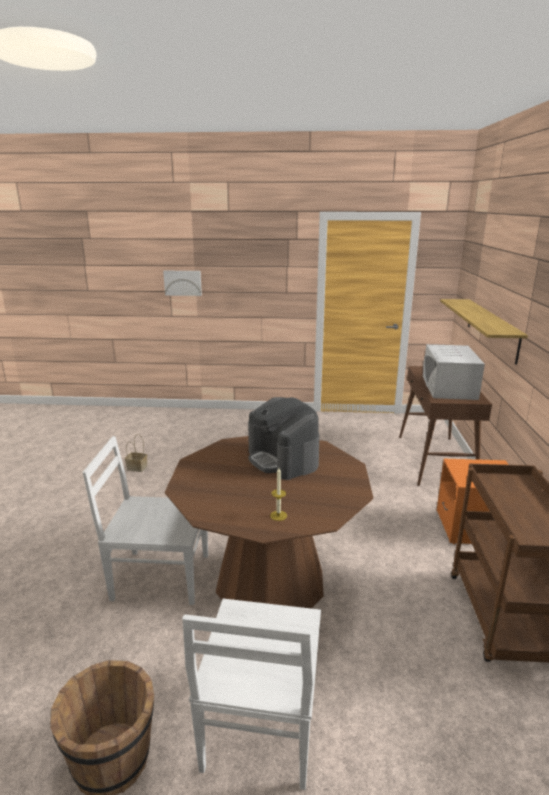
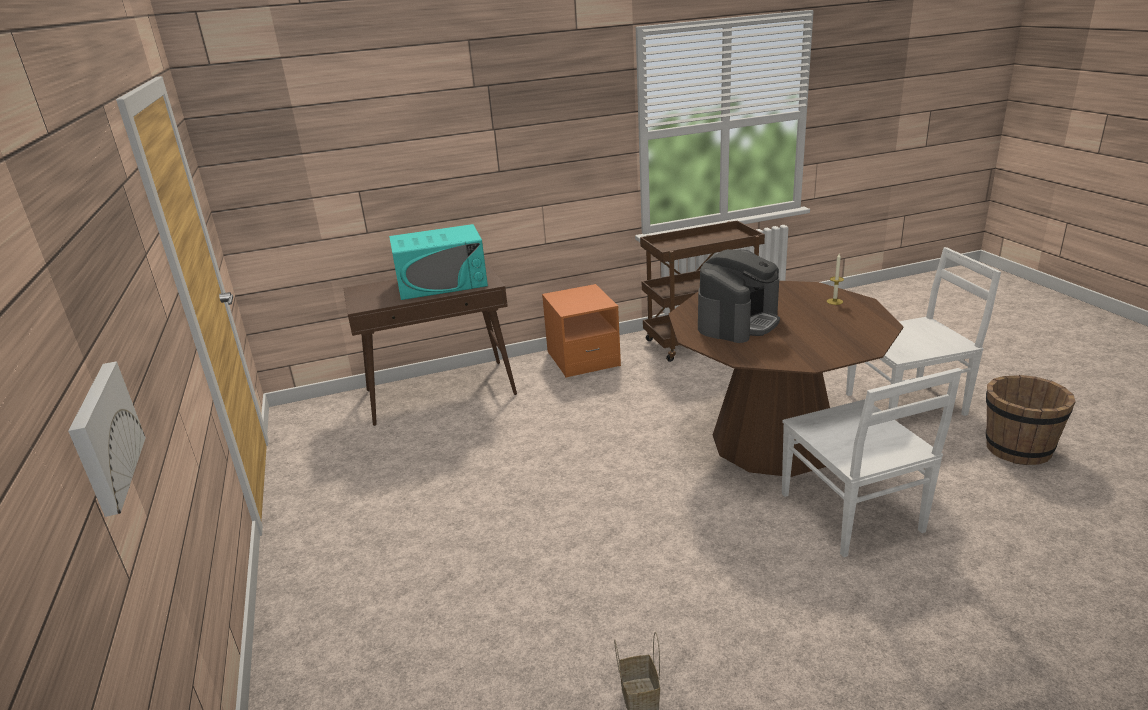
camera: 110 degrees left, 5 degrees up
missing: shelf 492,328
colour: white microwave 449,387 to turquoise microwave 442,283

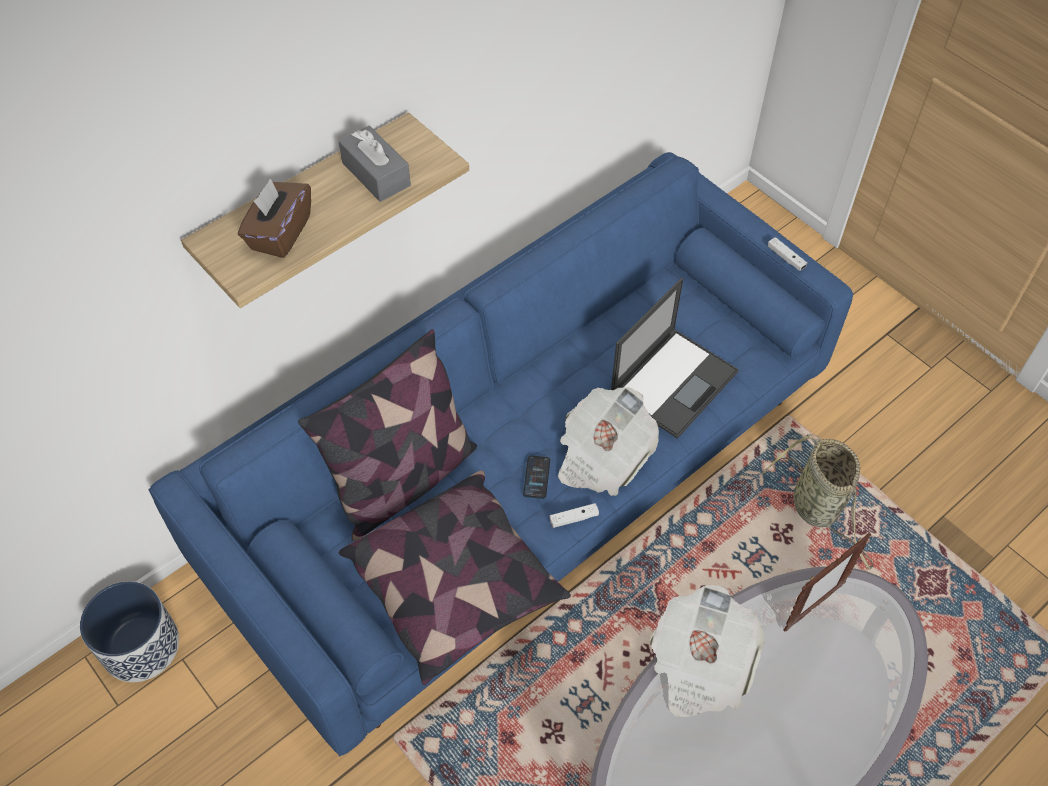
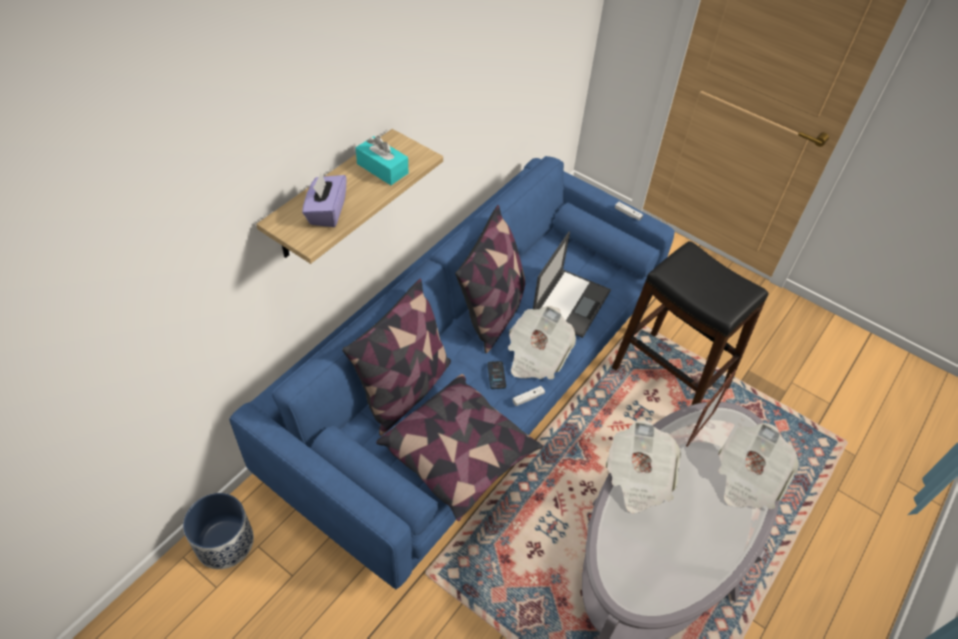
camera: 15 degrees left, 5 degrees down
appeared: pillow 492,312; newspaper 748,478
exchanged: basket 817,510 to black stool 670,378
colour: brown tissue box 280,233 to purple tissue box 326,212; grey tissue box 376,174 to turquoise tissue box 382,168

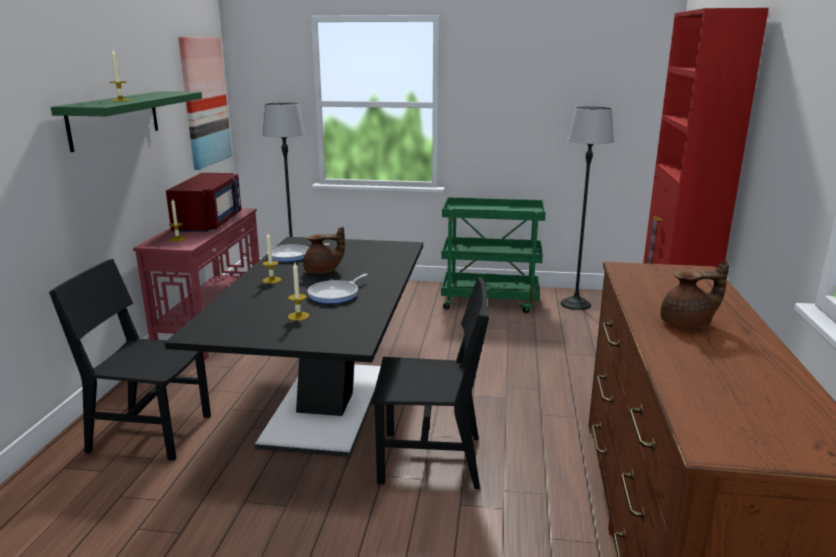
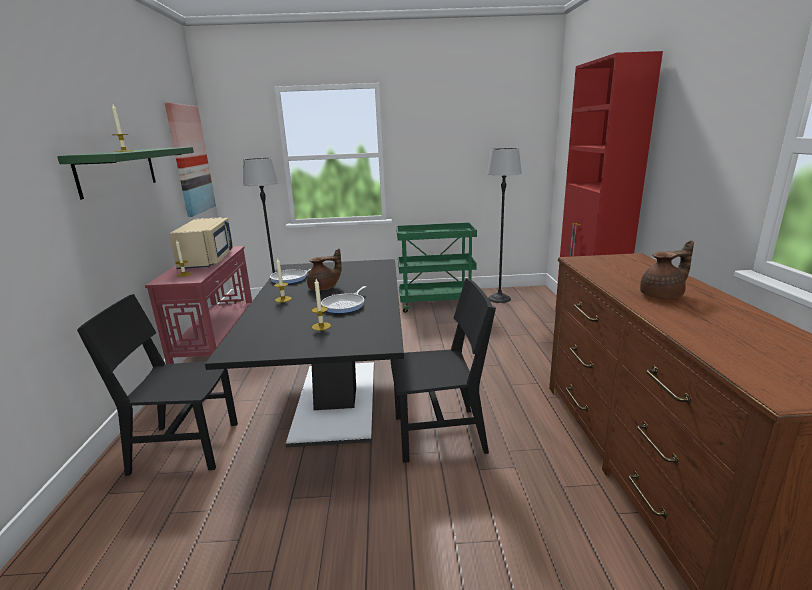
camera: 10 degrees left, 0 degrees up
colour: red microwave 210,223 to beige microwave 208,260

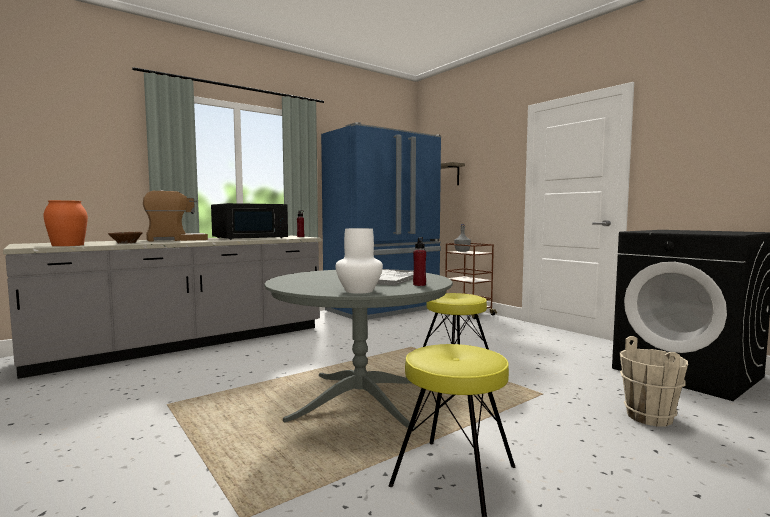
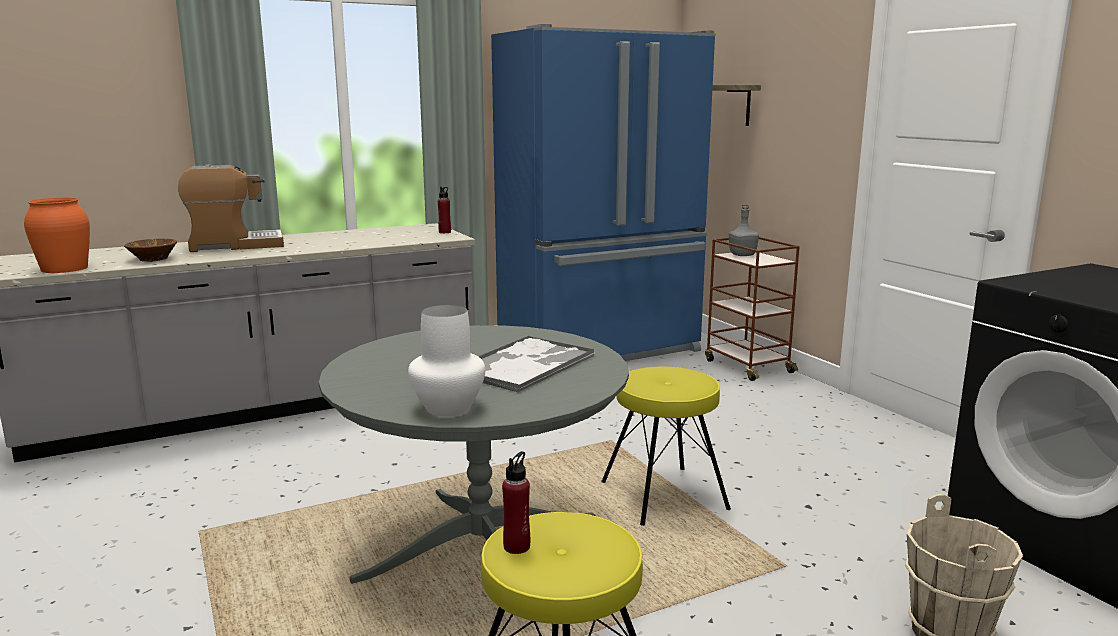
camera: 10 degrees right, 10 degrees up
missing: black microwave 250,238
relocated: red bottle 419,284 to 517,546

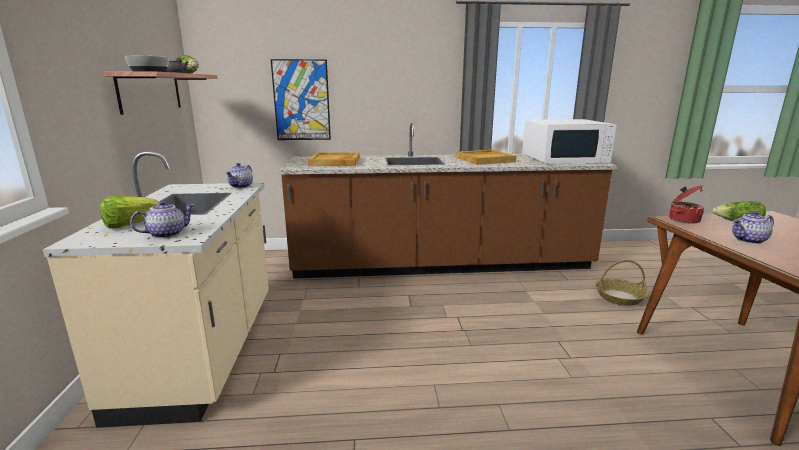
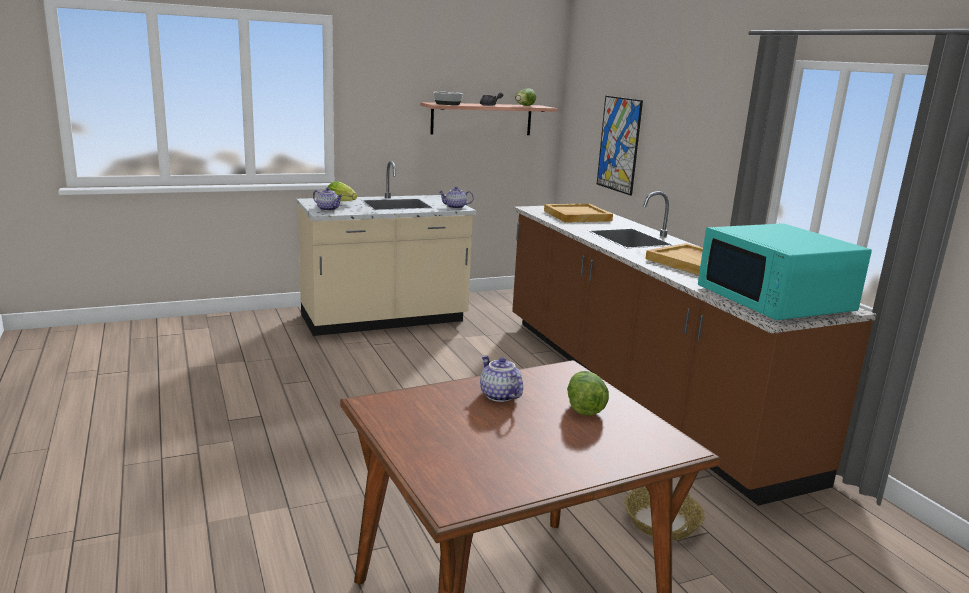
camera: 70 degrees right, 0 degrees up
missing: cooking pot 683,219
colour: white microwave 564,159 to turquoise microwave 775,300

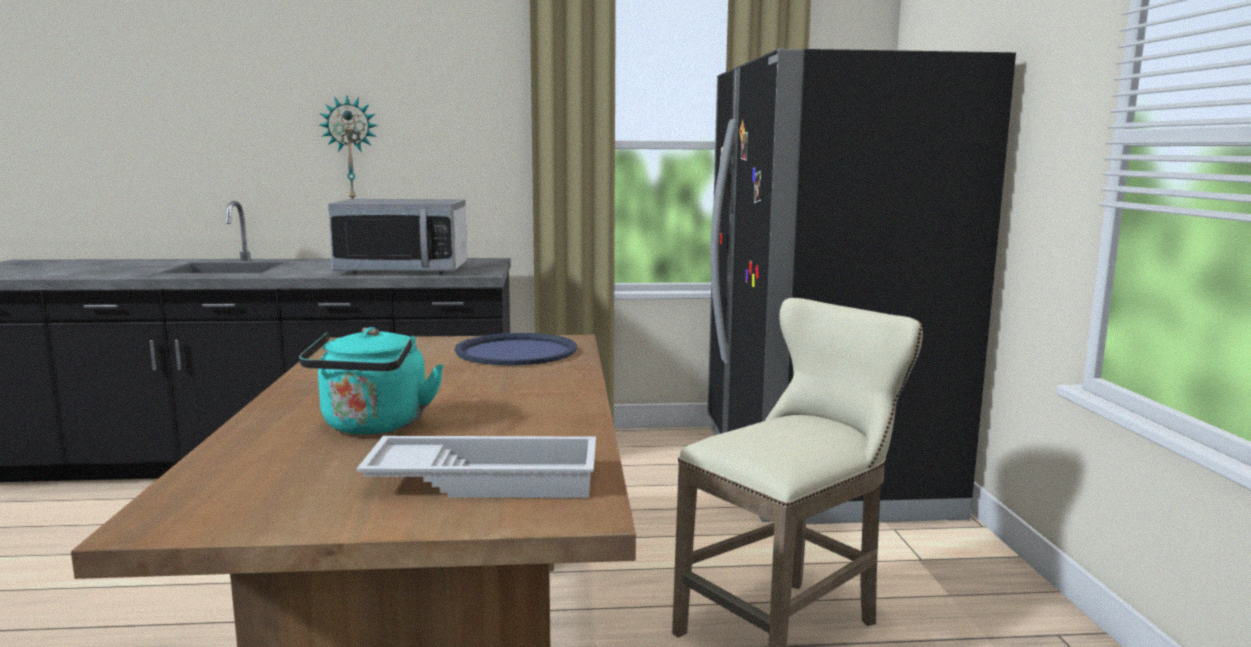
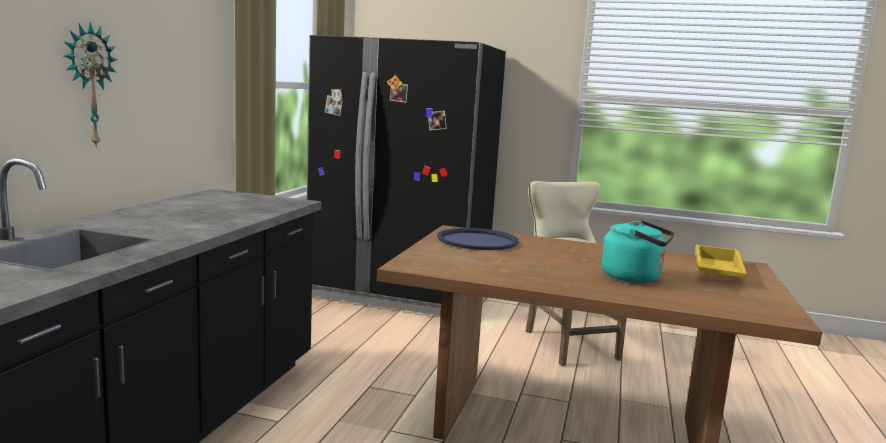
camera: 70 degrees left, 0 degrees up
missing: microwave 403,270
colour: white tray 486,479 to yellow tray 715,270

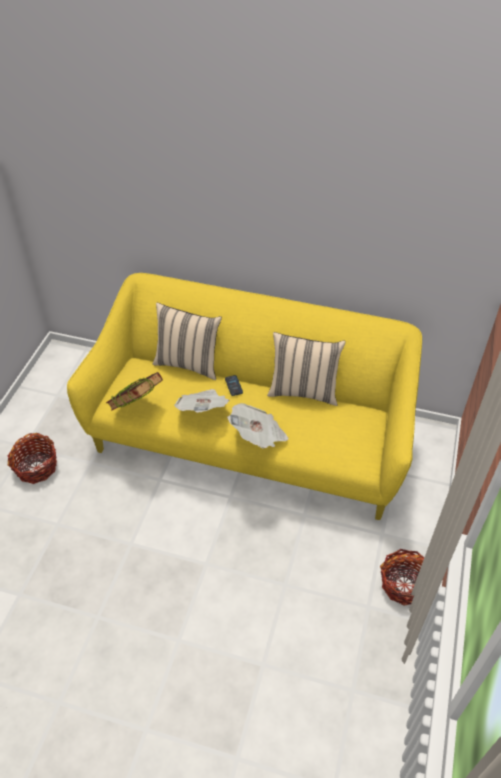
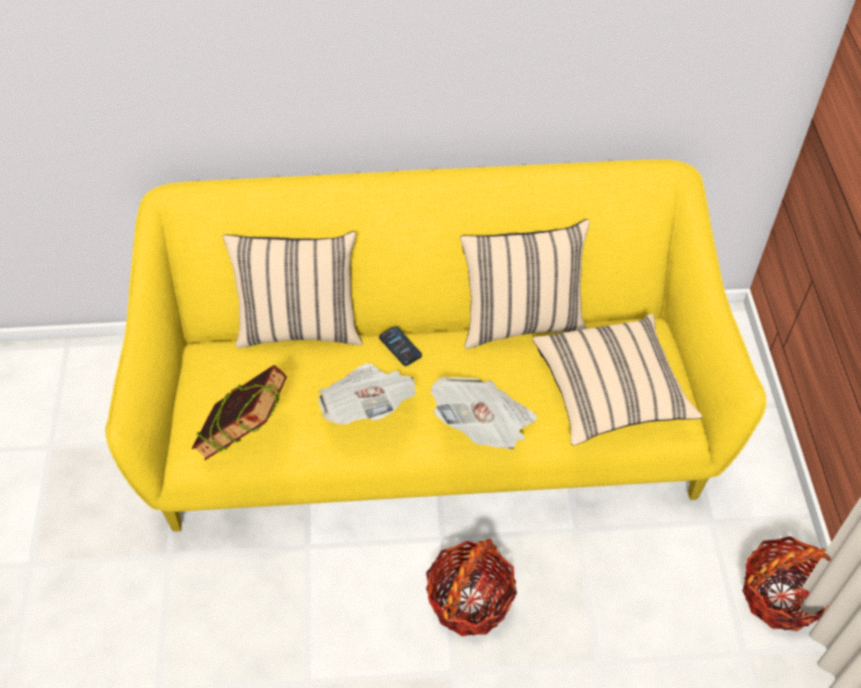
camera: 20 degrees left, 5 degrees up
appeared: beige pillow 610,393
relocated: basket 36,467 to 469,600

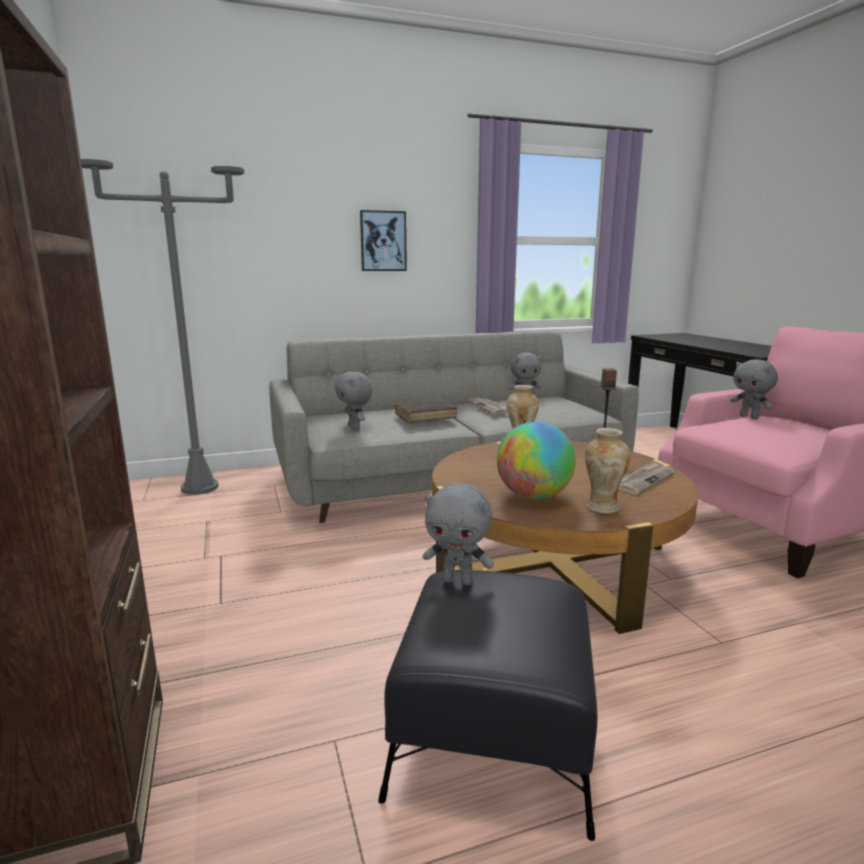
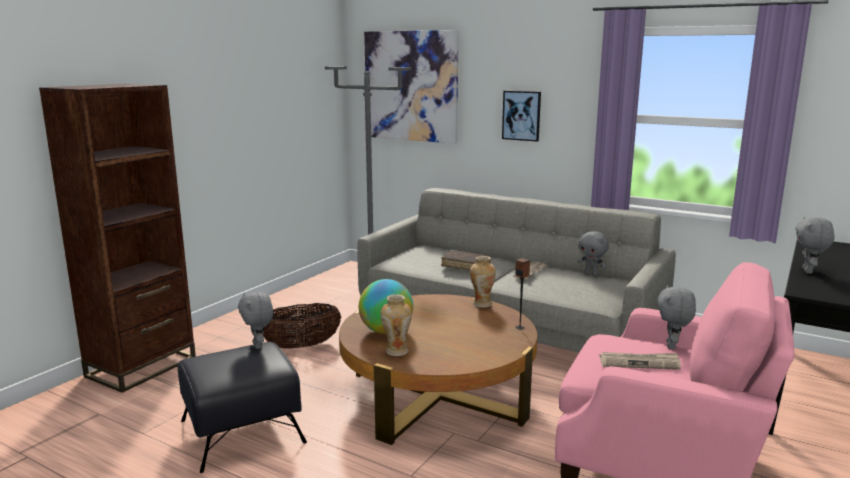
camera: 50 degrees right, 0 degrees up
appeared: basket 302,346; picture 411,86
relocated: grey plush toy 355,427 to 808,271; newspaper 643,480 to 639,362

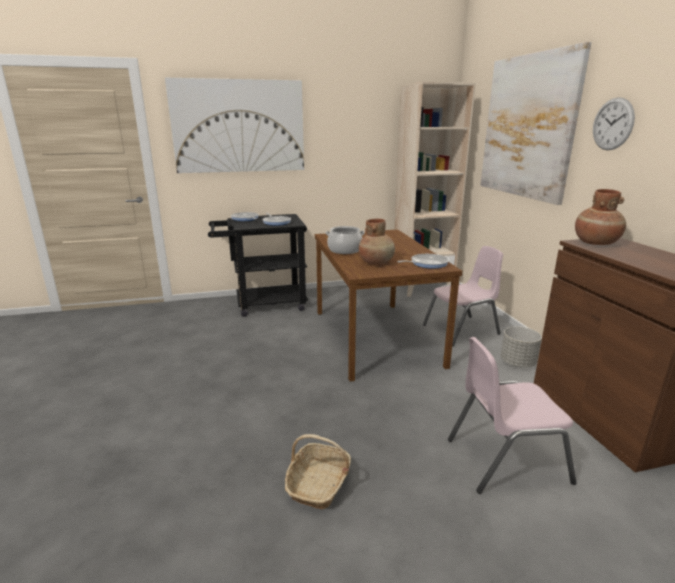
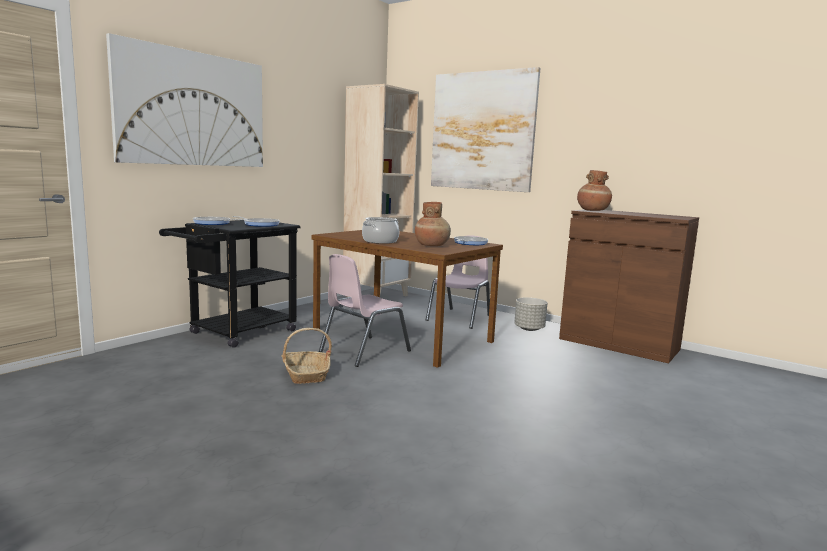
camera: 40 degrees left, 10 degrees down
missing: wall clock 612,124
relocated: basket 319,484 to 306,374; pink chair 505,459 to 364,351

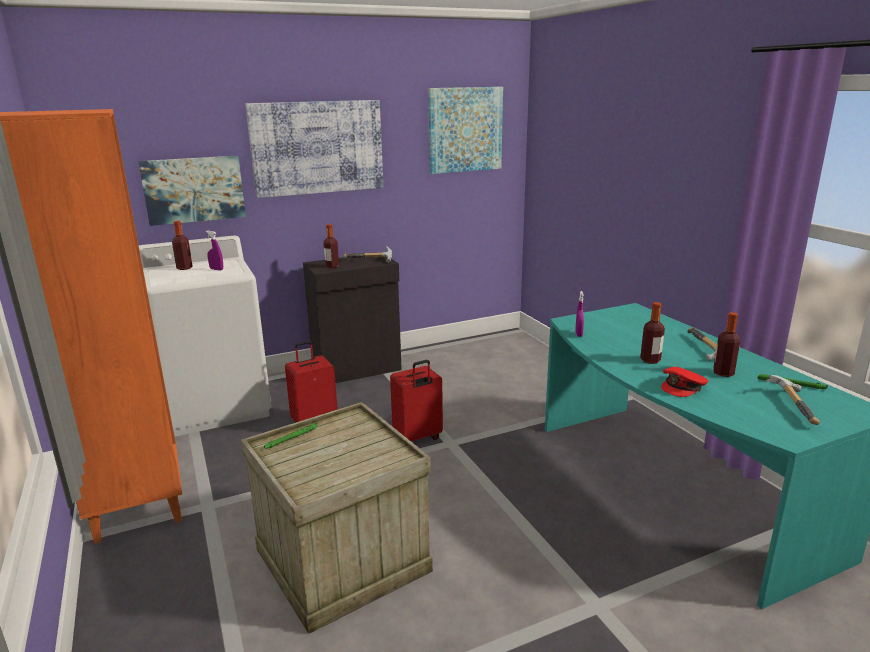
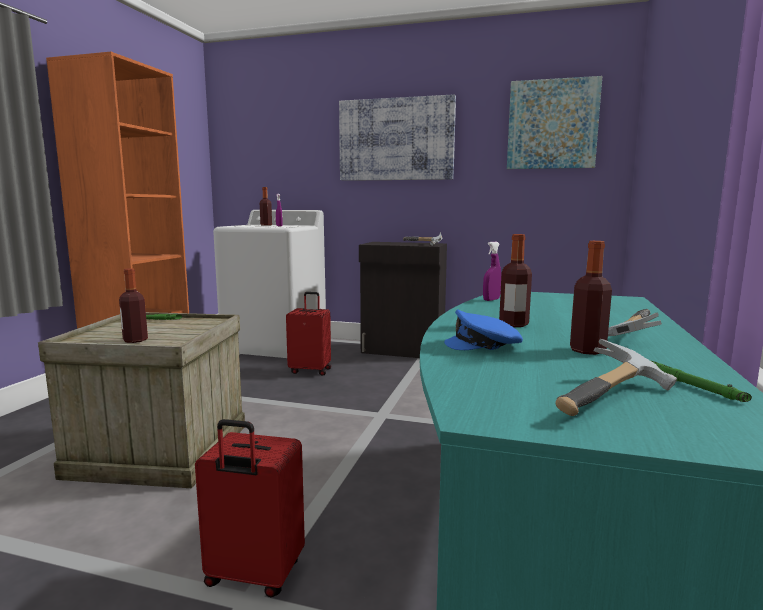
camera: 40 degrees right, 10 degrees down
missing: picture 194,189
relocated: bottle 332,266 to 135,340; red suitcase 417,438 to 253,576
colour: red cap 683,387 to blue cap 485,345

